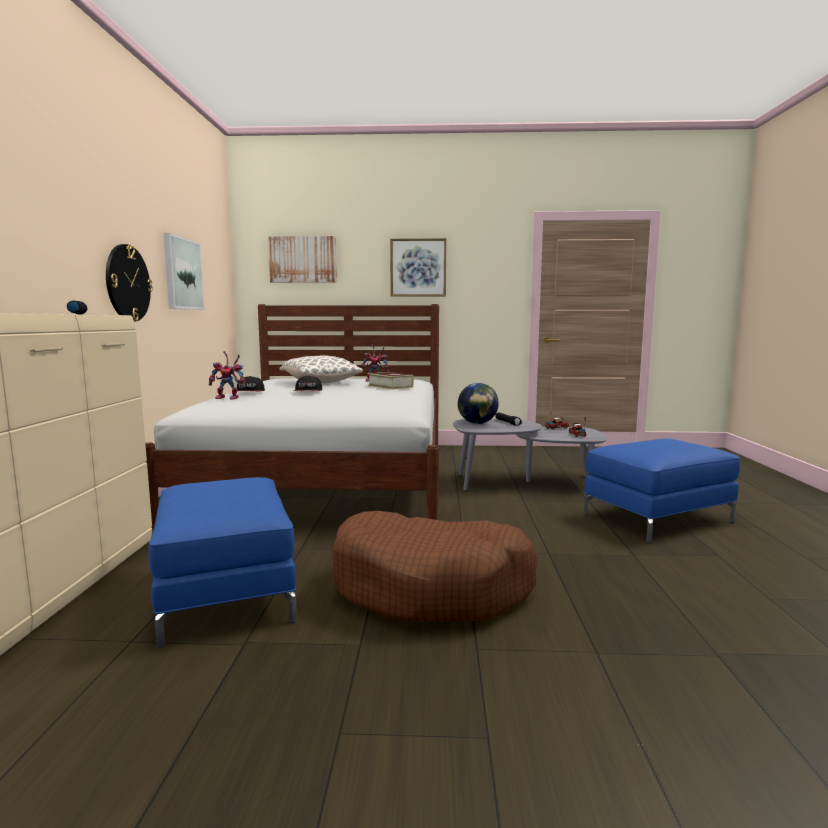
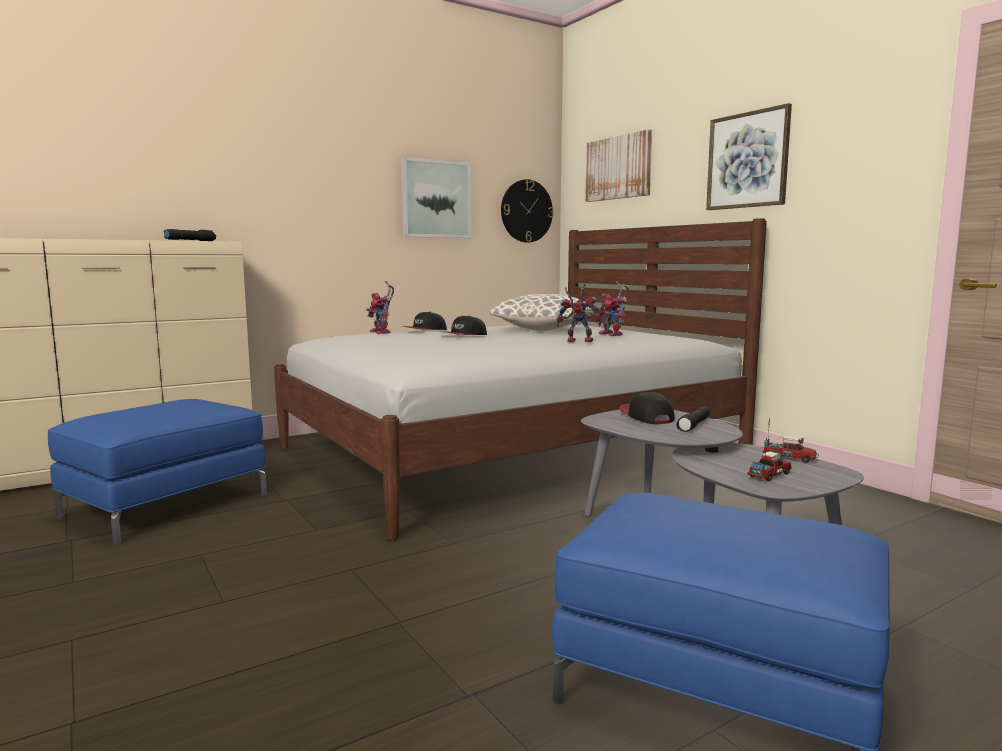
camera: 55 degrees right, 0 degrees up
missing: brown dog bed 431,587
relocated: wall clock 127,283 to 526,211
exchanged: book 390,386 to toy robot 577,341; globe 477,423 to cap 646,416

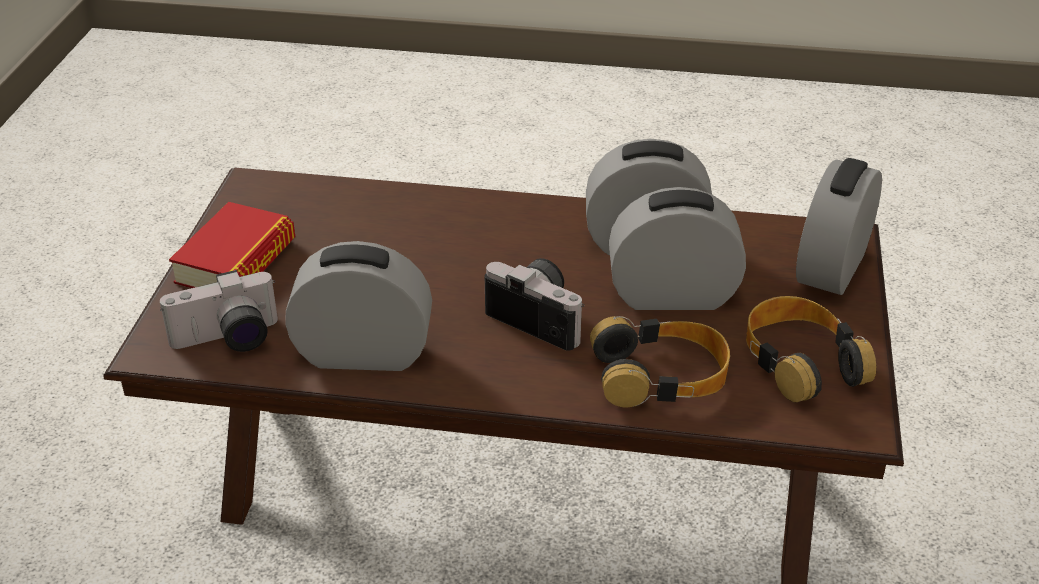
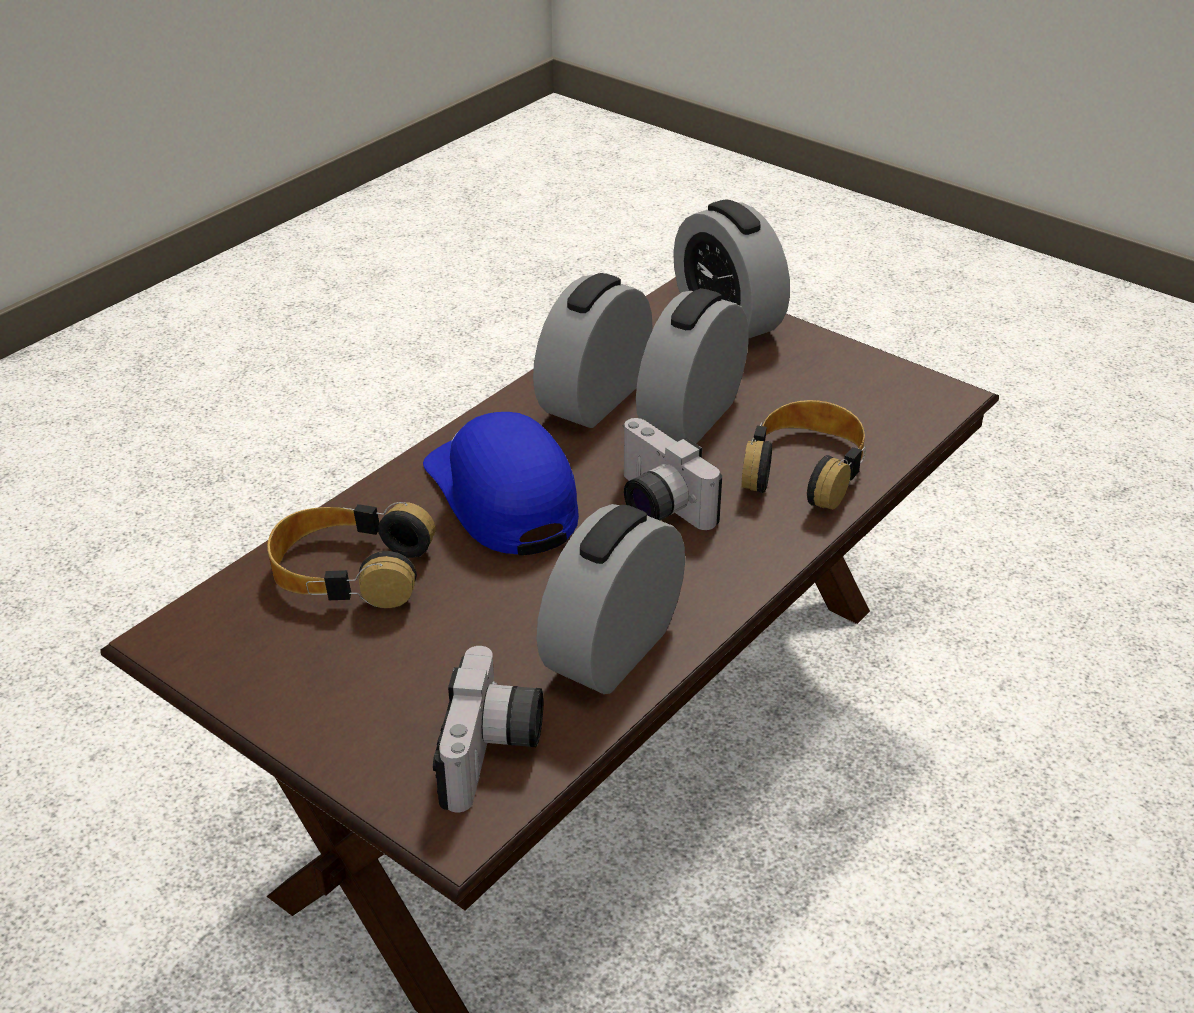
camera: 60 degrees left, 0 degrees up
missing: book 236,261
appeared: blue cap 502,495
relocated: headphones 801,361 to 350,570
spun: photo camera 542,316 = 655,505 105 degrees counterclockwise

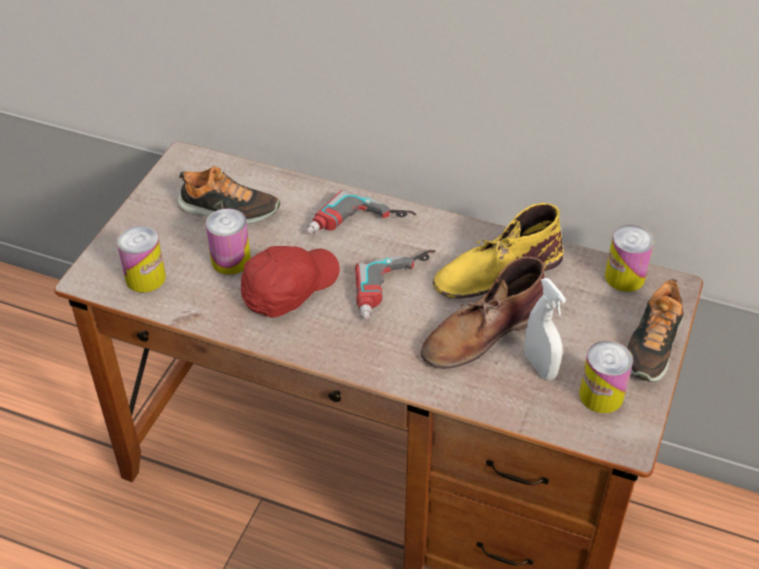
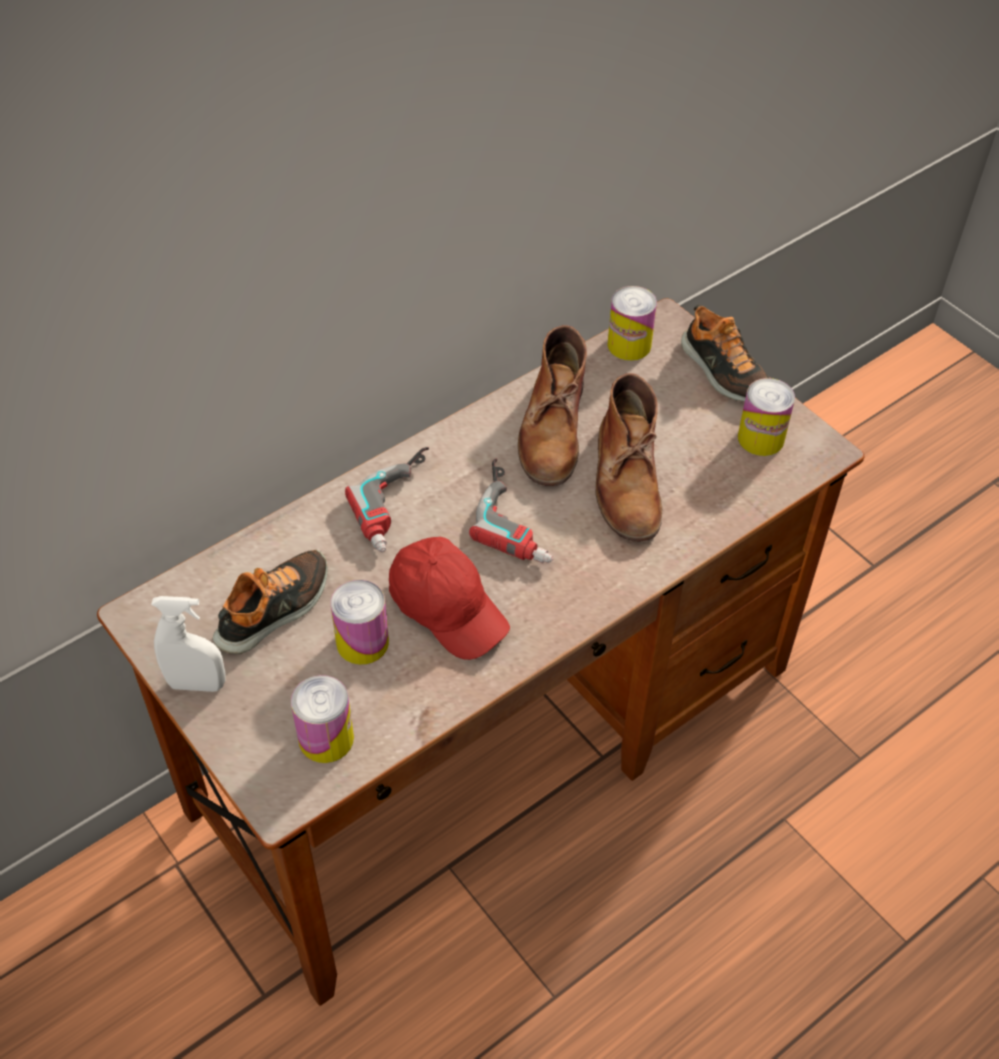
camera: 60 degrees left, 5 degrees up
relocated: white spray bottle 540,366 to 197,684
colour: yellow boot 496,271 to brown boot 552,430
spun: red cap 288,288 = 448,608 150 degrees clockwise

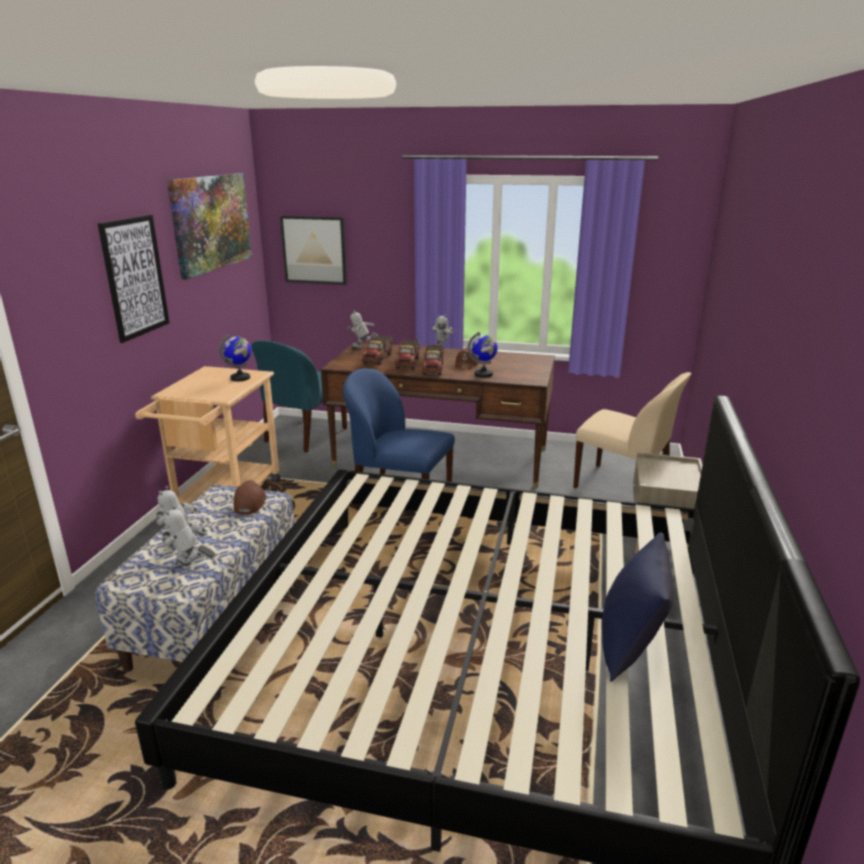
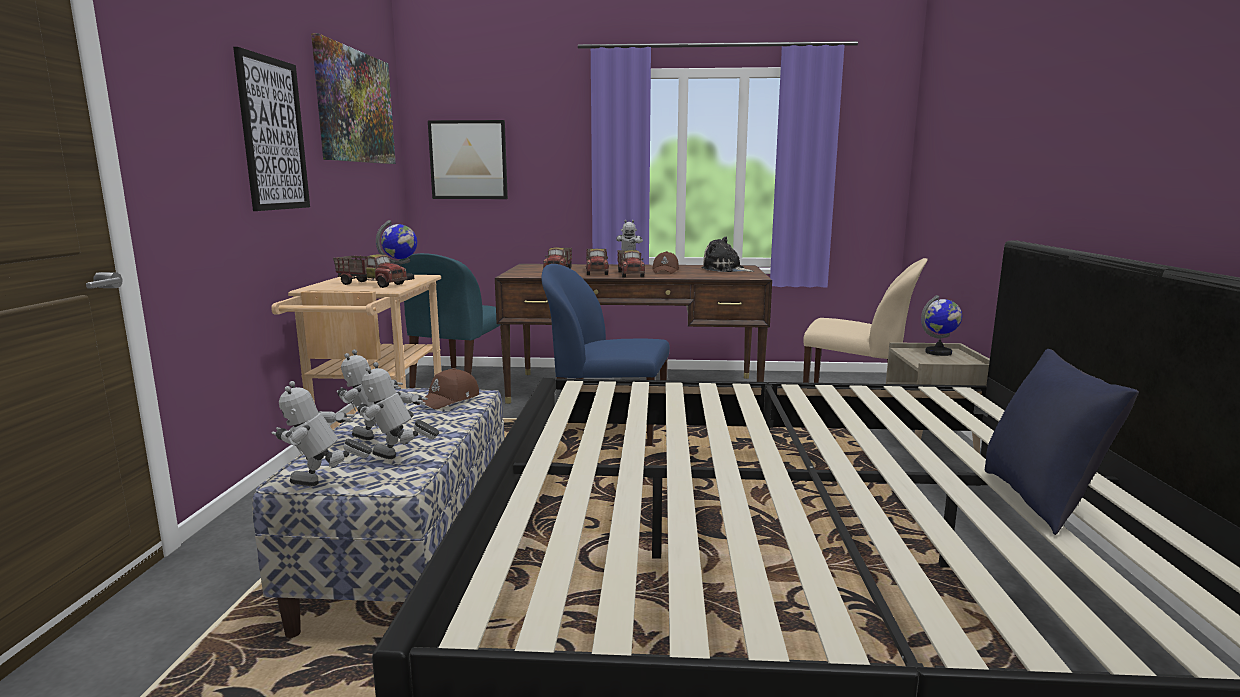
camera: 10 degrees left, 10 degrees down
appeared: toy truck 371,284; plush toy 725,270
relocated: toy robot 363,349 to 324,486; globe 483,374 to 938,352
spun: brown cap 249,503 = 450,400 135 degrees counterclockwise

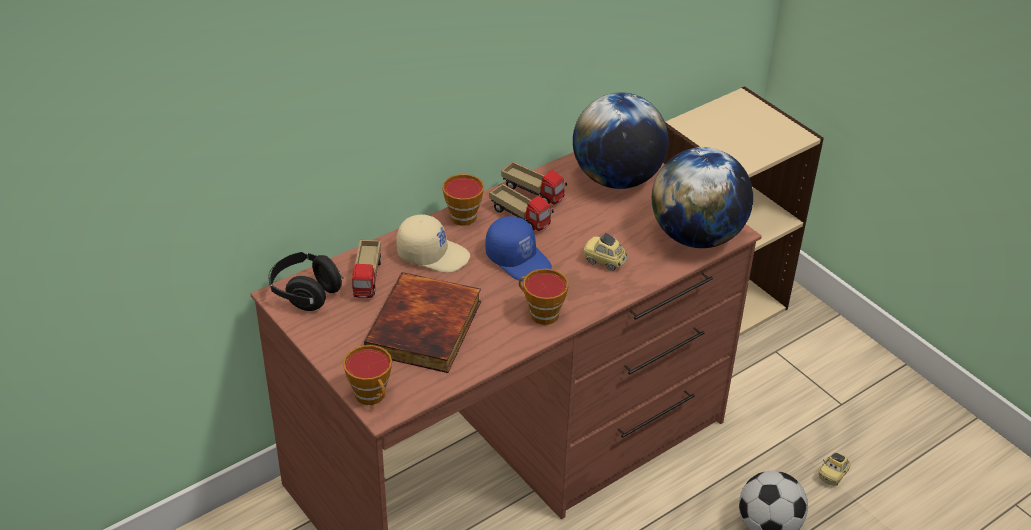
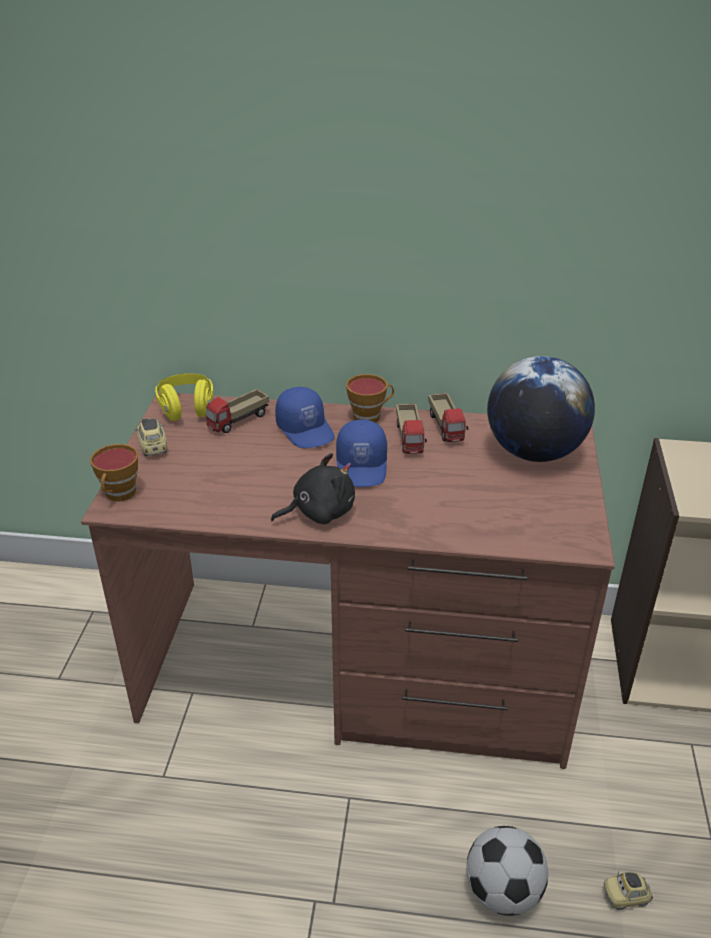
camera: 45 degrees right, 5 degrees down
missing: book 426,328; globe 696,236
relocated: toy car 604,261 to 153,447
exchanged: cup 540,313 to black plush toy 319,512
colour: black headphones 305,293 to yellow headphones 187,409; beige cap 433,254 to blue cap 306,429

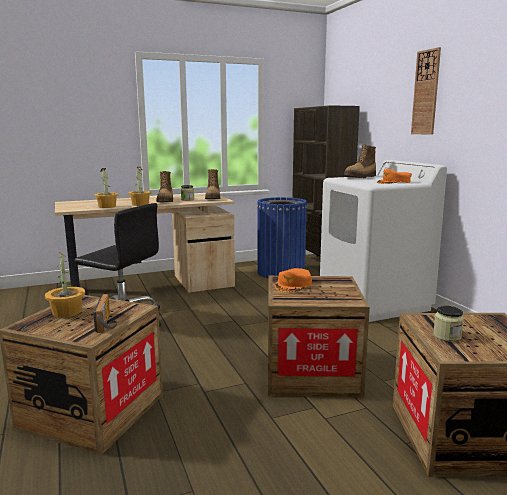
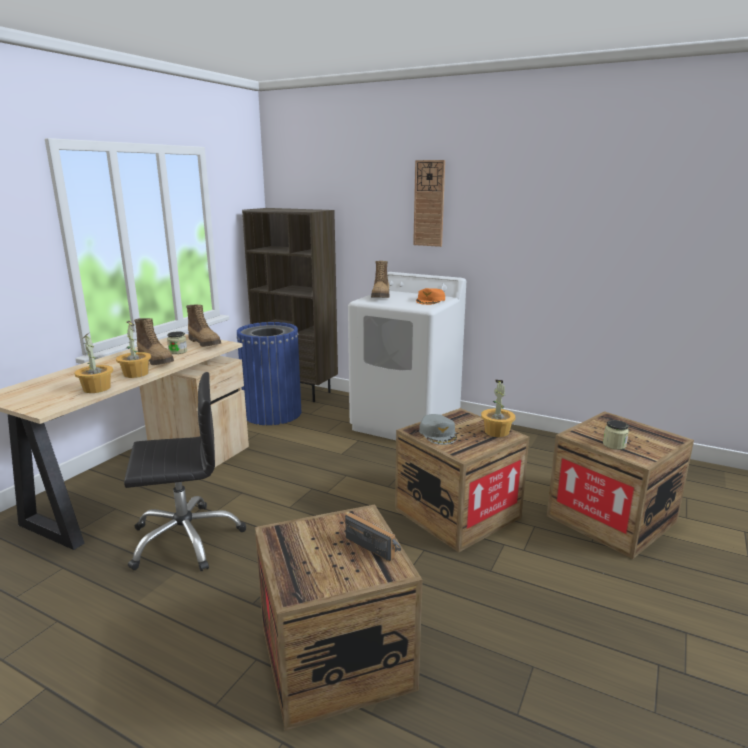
camera: 40 degrees left, 5 degrees up
relocated: potted plant 66,312 to 496,432
colour: orange cap 293,285 to grey cap 438,434

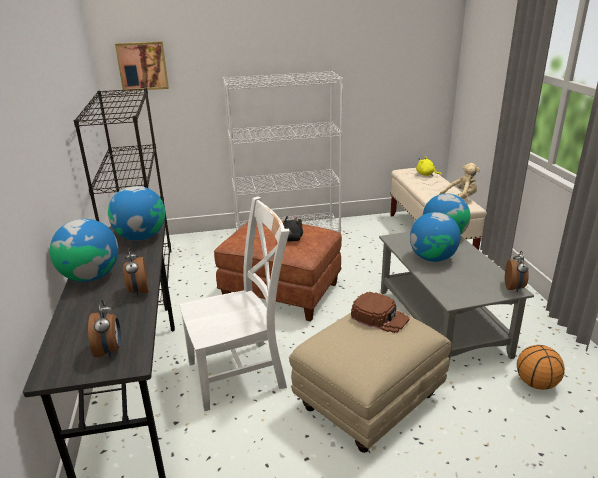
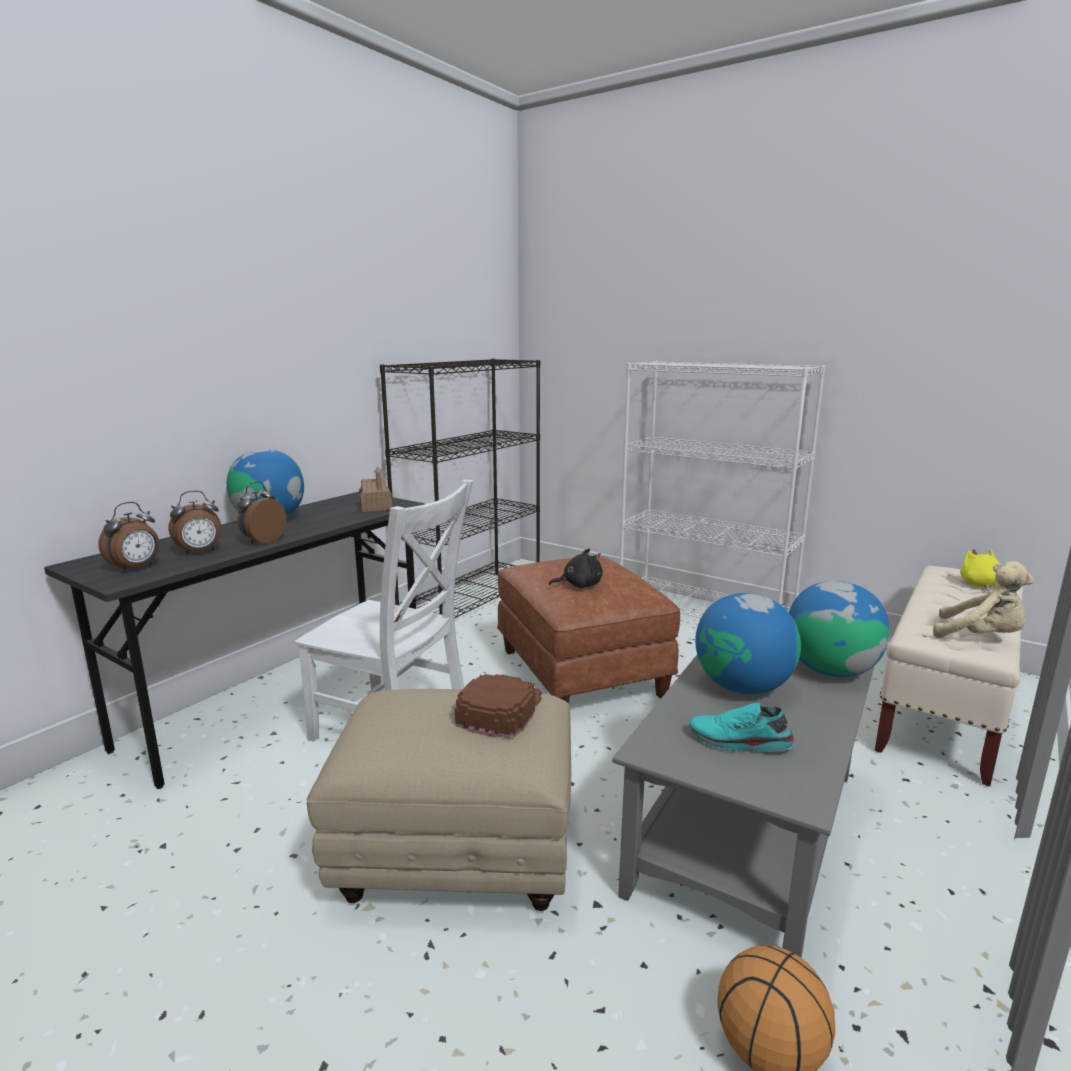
camera: 45 degrees right, 10 degrees down
missing: picture 142,66
appeared: turquoise shoe 739,742
relocated: alarm clock 514,288 to 200,552
exchanged: globe 141,237 to toy house 376,507
spun: brown cap 380,317 = 500,709 150 degrees counterclockwise

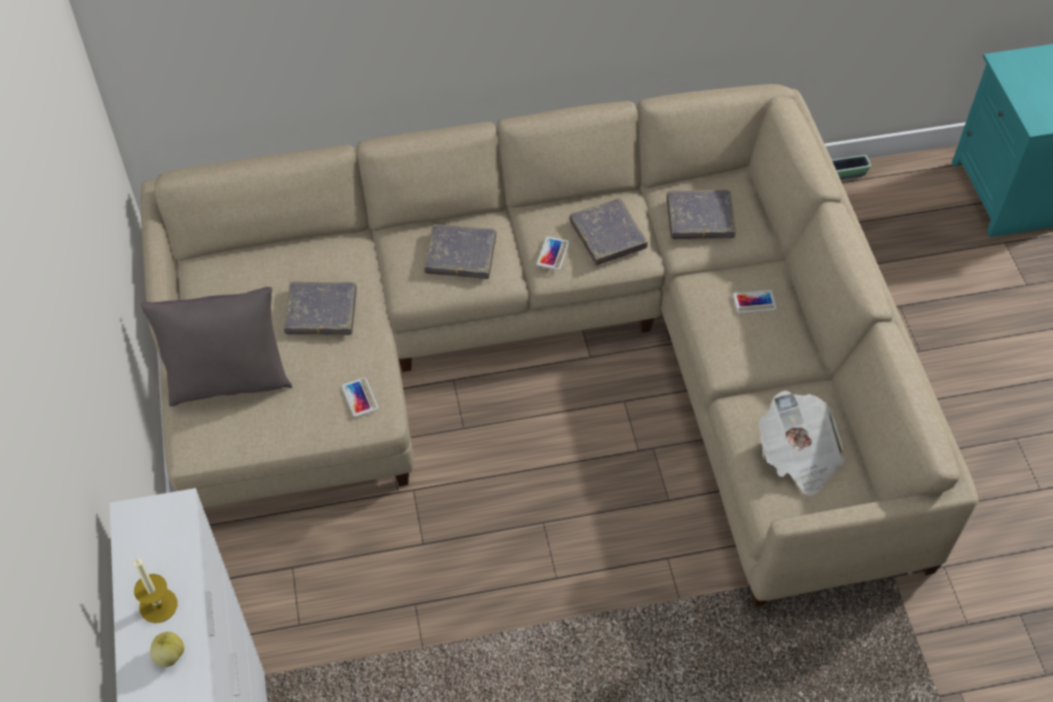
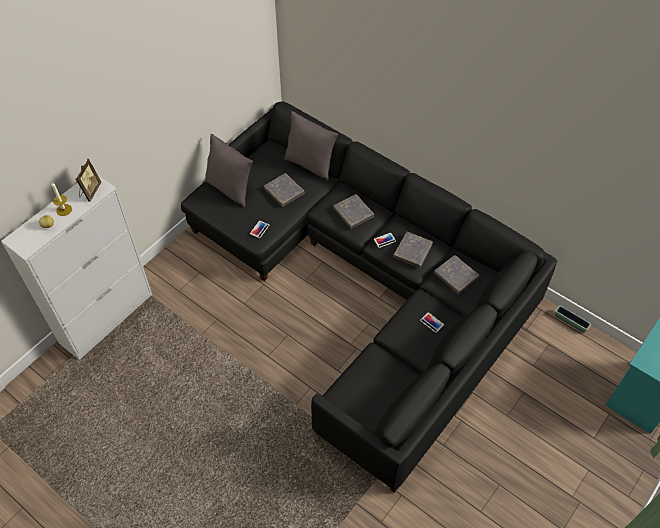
camera: 50 degrees right, 0 degrees up
missing: newspaper 798,456
appeared: picture frame 90,191; grey pillow 310,164
colour: beige sofa 549,355 to black sofa 365,284

